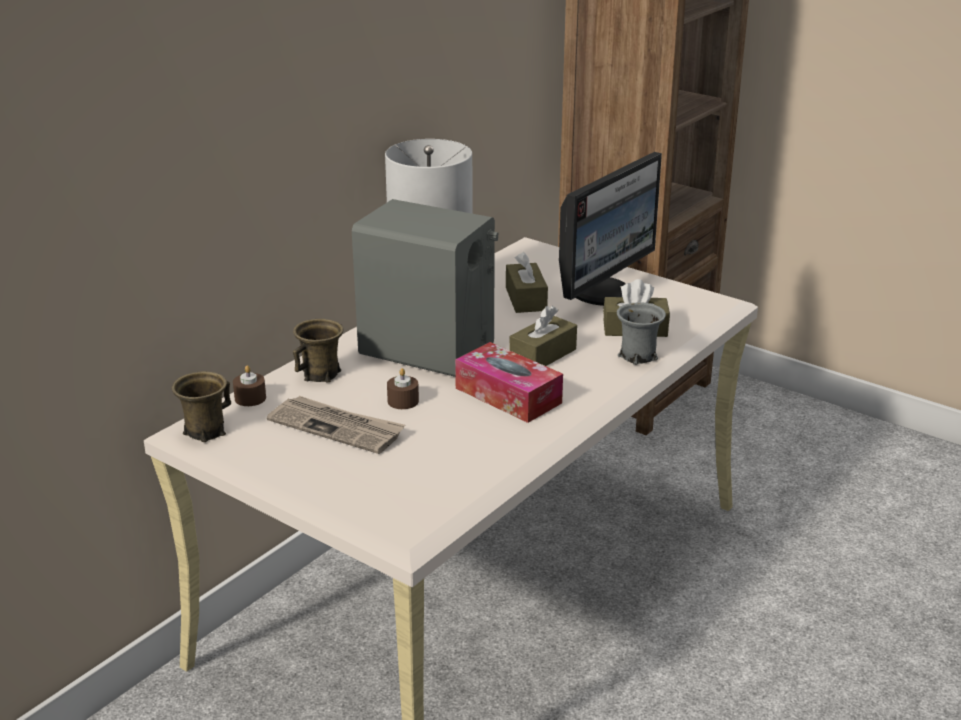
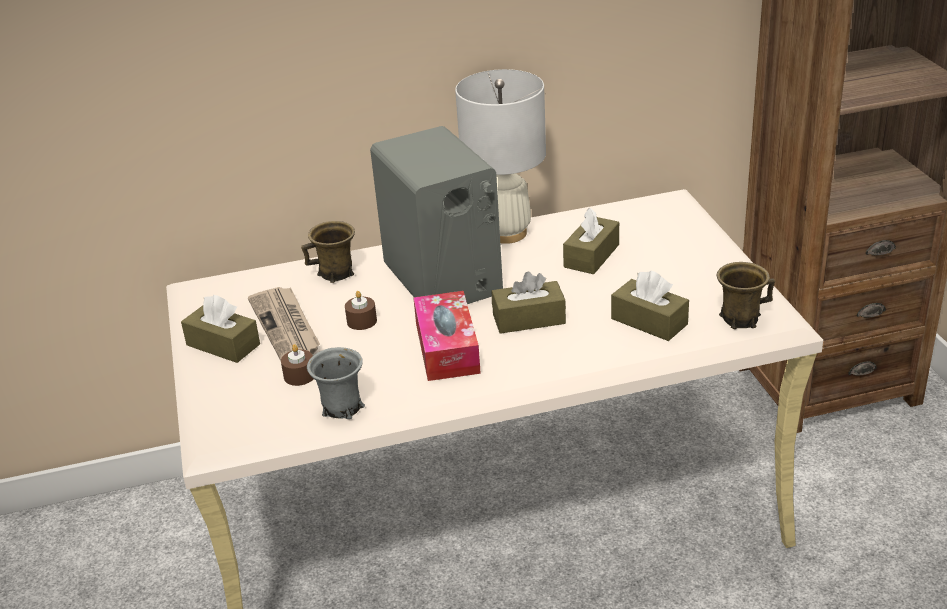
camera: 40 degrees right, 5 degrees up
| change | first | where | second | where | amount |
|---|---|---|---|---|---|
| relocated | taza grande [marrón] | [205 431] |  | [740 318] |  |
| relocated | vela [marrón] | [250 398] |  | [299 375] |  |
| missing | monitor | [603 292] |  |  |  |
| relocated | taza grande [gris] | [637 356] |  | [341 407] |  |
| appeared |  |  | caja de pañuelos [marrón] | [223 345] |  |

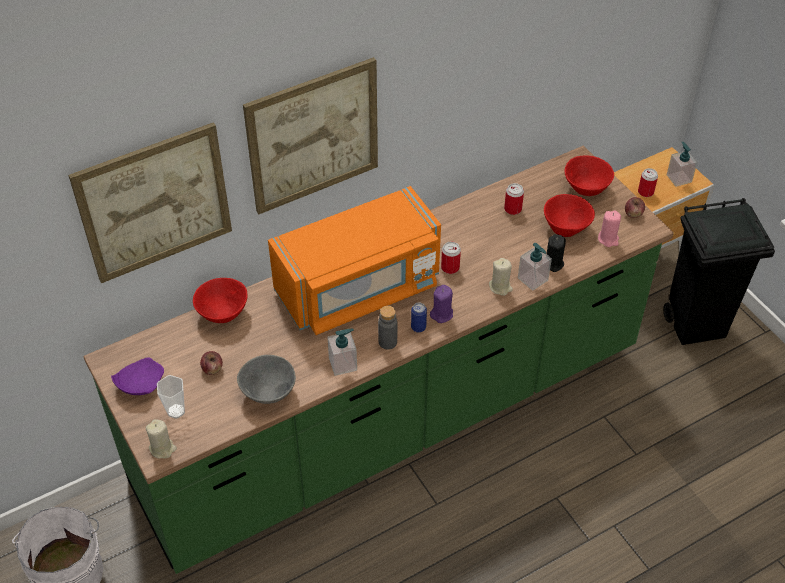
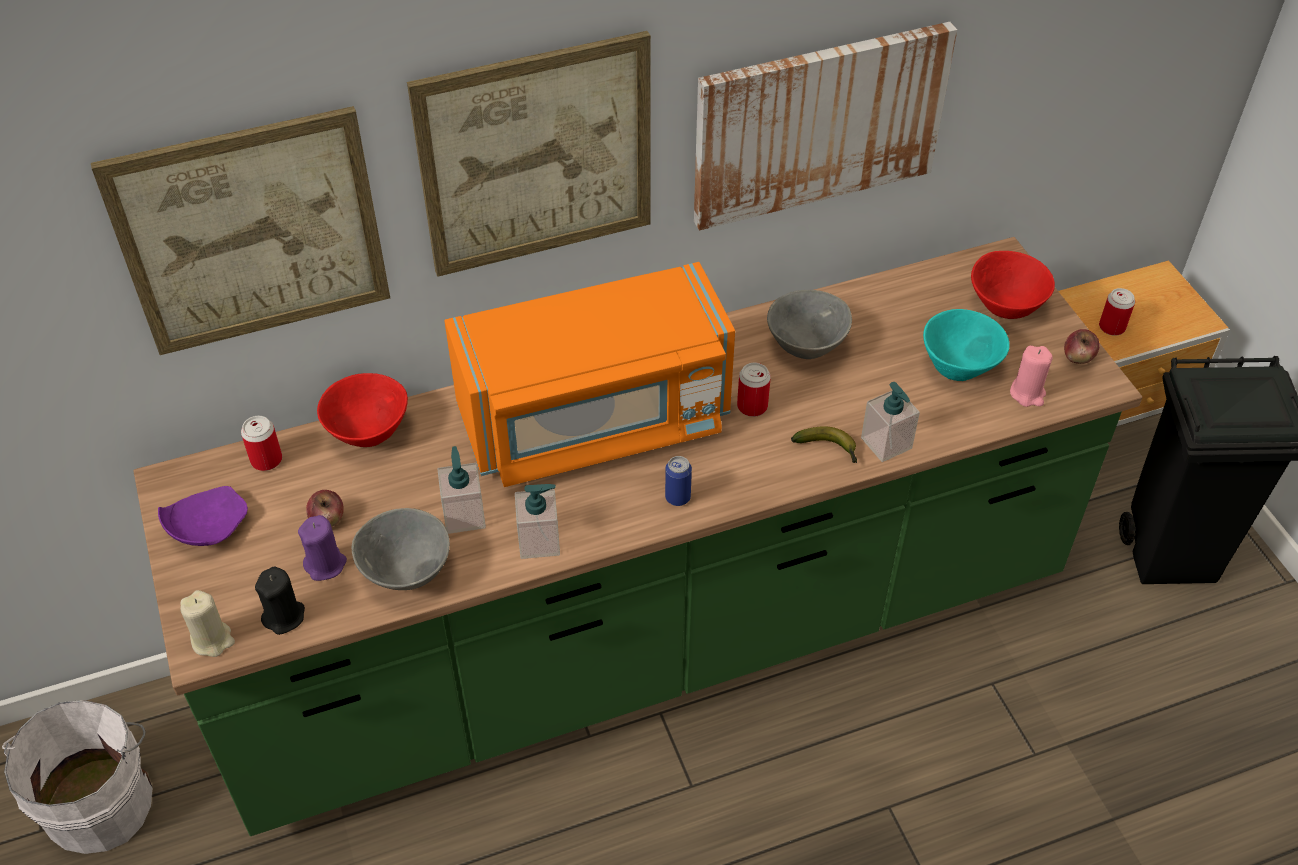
camera: 10 degrees right, 0 degrees up
| change | first | where | second | where | amount |
|---|---|---|---|---|---|
| missing | taza | [176 411] |  |  |  |
| missing | botella [gris] | [387 342] |  |  |  |
| relocated | vela [morado] | [441 314] |  | [325 564] |  |
| exchanged | vela [beis] | [500 287] | plátano | [829 449] |  |
| relocated | lata | [512 209] |  | [266 460] |  |
| colour | cuenco [rojo] | [567 228] | cuenco [turquesa] | [961 367] |  |
| relocated | vela [negro] | [552 263] |  | [284 616] |  |
| relocated | dispensador de jabón | [679 178] |  | [464 516] |  |
| appeared |  |  | cuadro | [818 123] |  |
| appeared |  |  | cuenco [gris] | [805 344] |  |

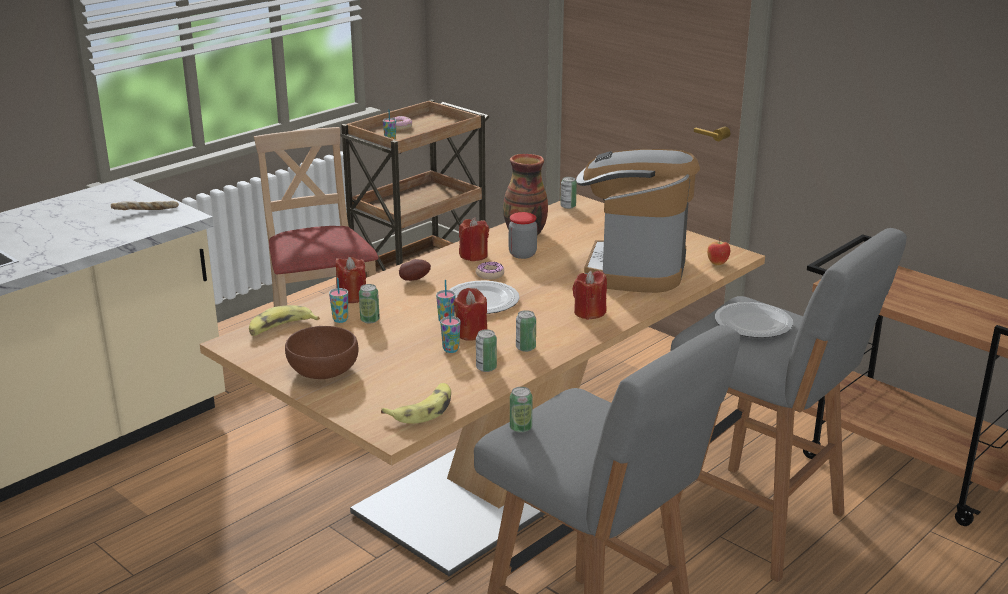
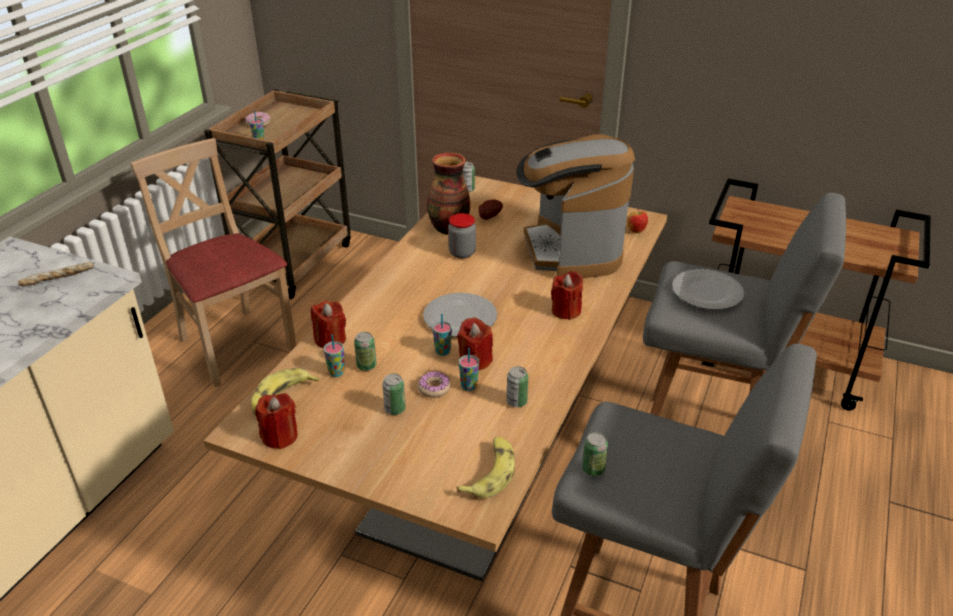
camera: 20 degrees left, 10 degrees up
| change | first | where | second | where | amount |
|---|---|---|---|---|---|
| missing | cuenco [marrón] | [322 371] |  |  |  |
| relocated | patata | [414 279] |  | [488 217] |  |
| relocated | vela [rojo] | [473 256] |  | [280 436] |  |
| relocated | rosquilla | [490 274] |  | [434 388] |  |
| relocated | lata | [525 348] |  | [395 409] |  |

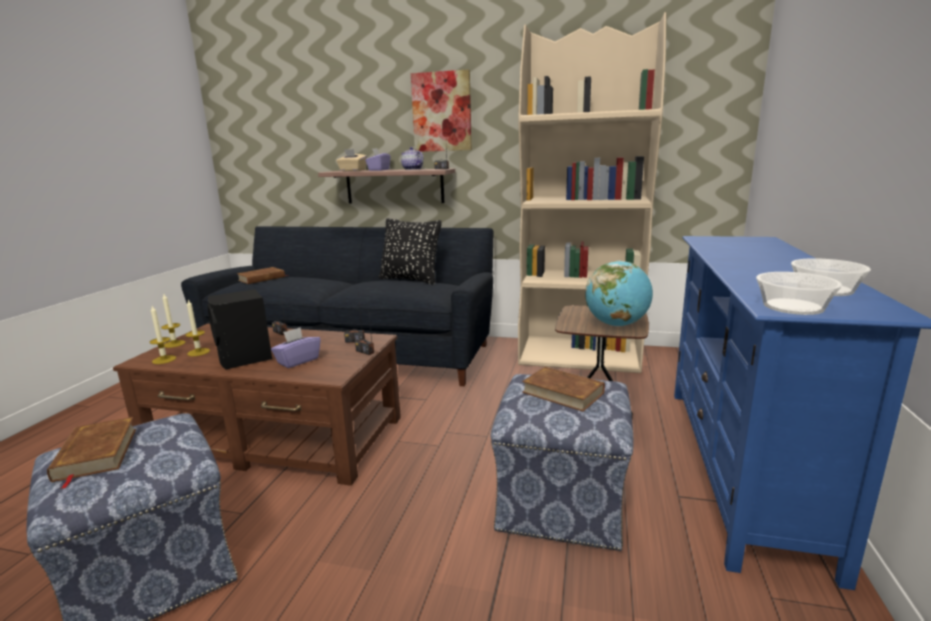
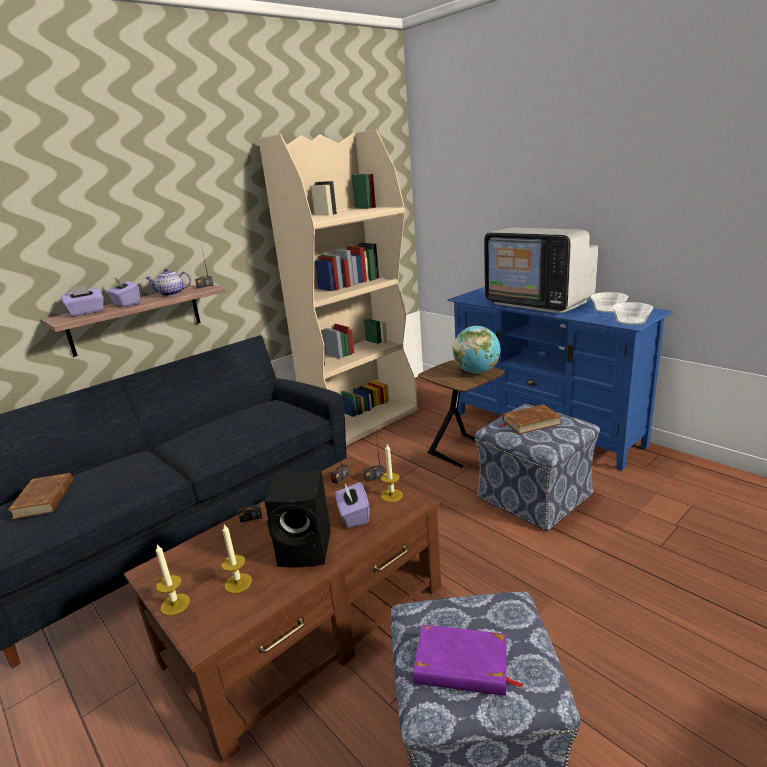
camera: 55 degrees left, 5 degrees up
| change | first | where | second | where | amount |
|---|---|---|---|---|---|
| colour | libro [marrón] | [96 454] | libro [morado] | [462 665] |  |
| relocated | vela | [164 359] |  | [391 495] |  |
| colour | caja de pañuelos [beis] | [352 170] | caja de pañuelos [morado] | [87 312] |  |
| missing | cojín [negro] | [410 279] |  |  |  |
| missing | cuadro | [442 112] |  |  |  |
| appeared |  |  | televisor | [538 302] |  |

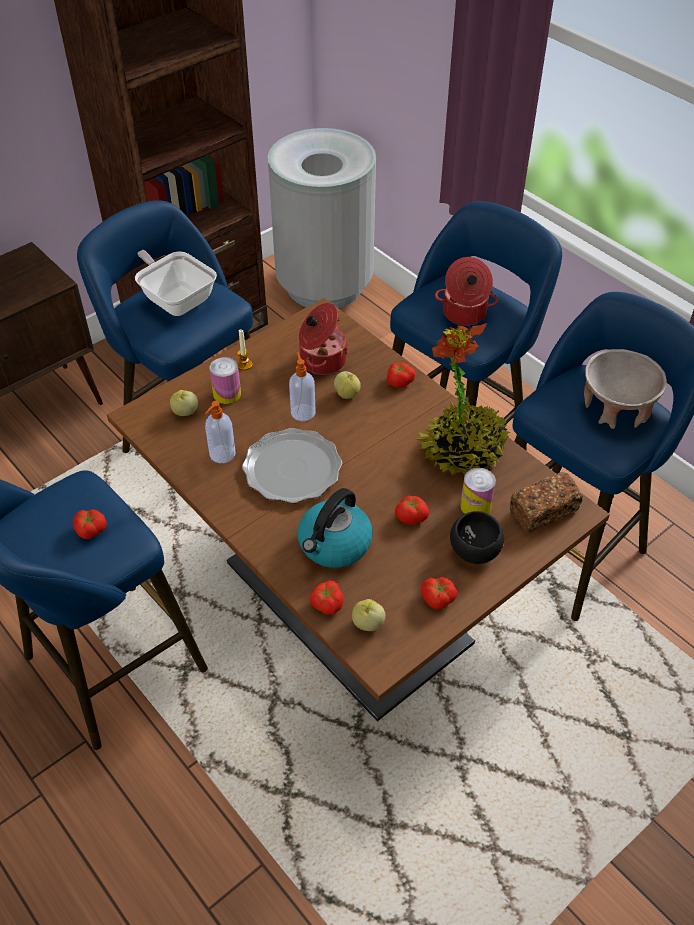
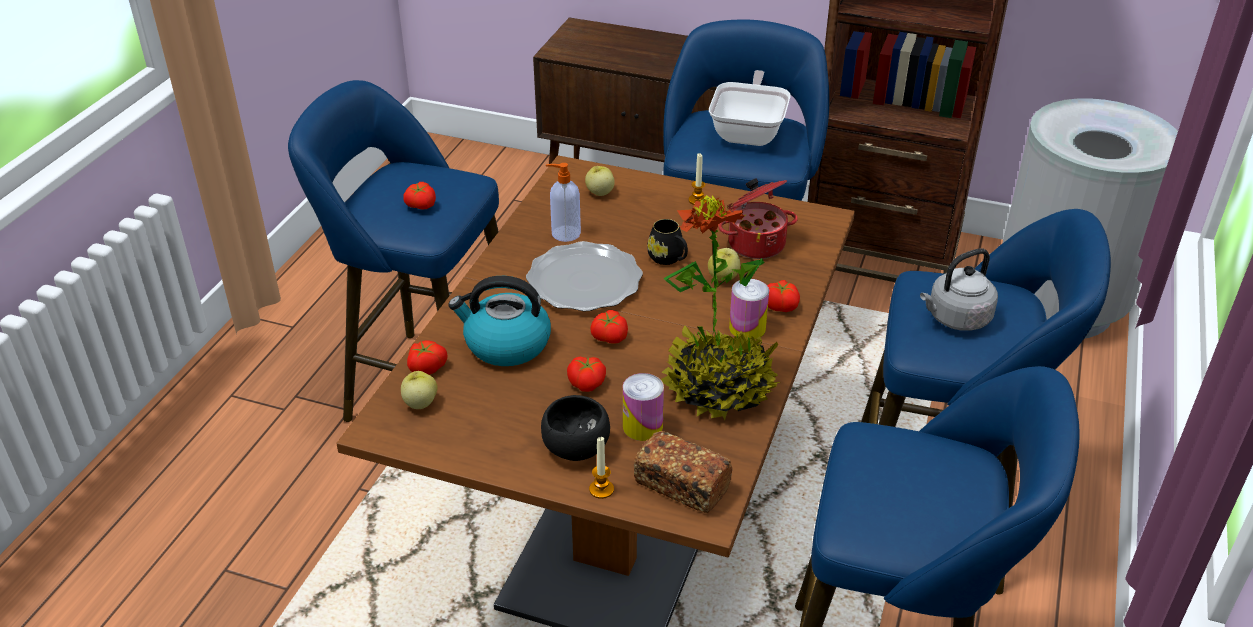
camera: 60 degrees right, 10 degrees down
| change | first | where | second | where | amount |
|---|---|---|---|---|---|
| relocated | lata | [227 394] |  | [747 328] |  |
| exchanged | dispensador de jabón | [303 412] | taza grande [negro] | [669 259] |  |
| relocated | tomate | [437 600] |  | [609 337] |  |
| exchanged | olla | [464 314] | hervidor [gris] | [955 318] |  |
| missing | cuenco [beis] | [616 409] |  |  |  |
| appeared |  |  | vela | [601 489] |  |

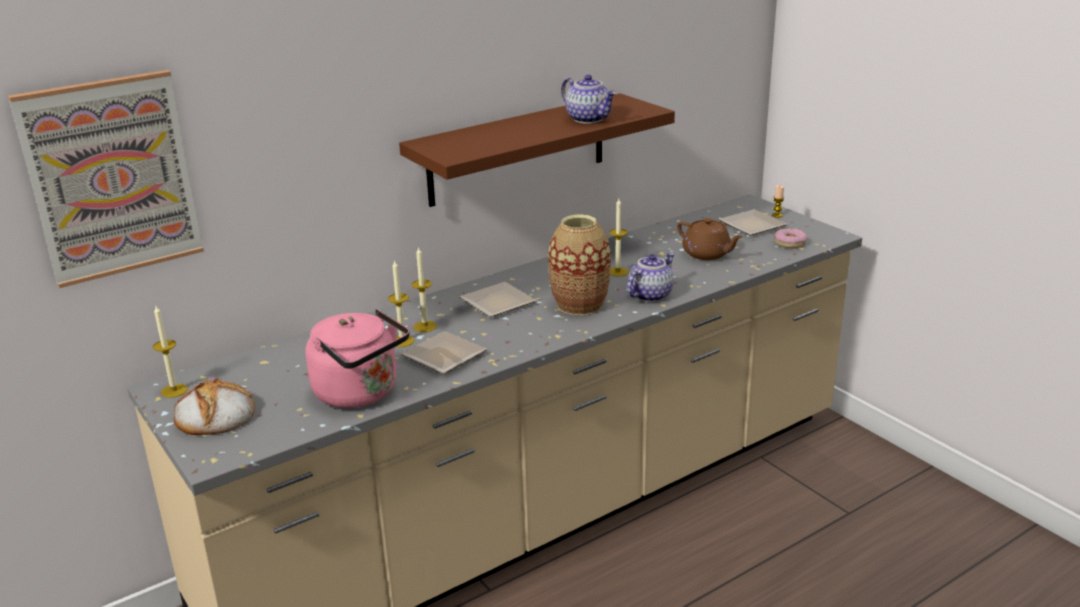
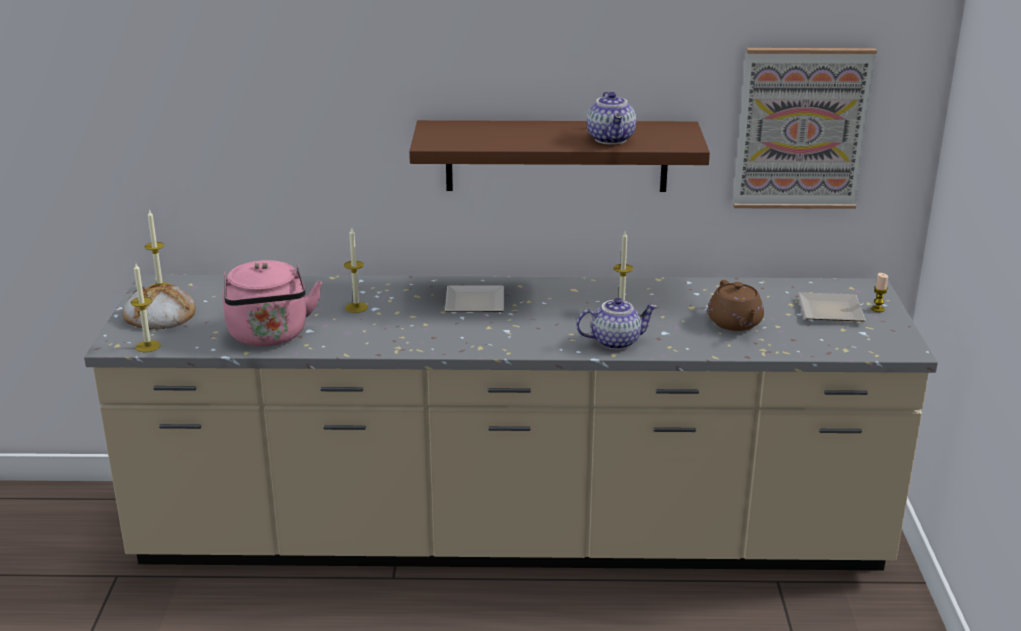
camera: 35 degrees right, 0 degrees up
| change | first | where | second | where | amount |
|---|---|---|---|---|---|
| relocated | cuadro | [111 177] |  | [801 129] |  |
| missing | plato | [441 356] |  |  |  |
| relocated | vela | [425 326] |  | [148 346] |  |
| missing | florero | [580 305] |  |  |  |
| missing | rosquilla | [790 243] |  |  |  |

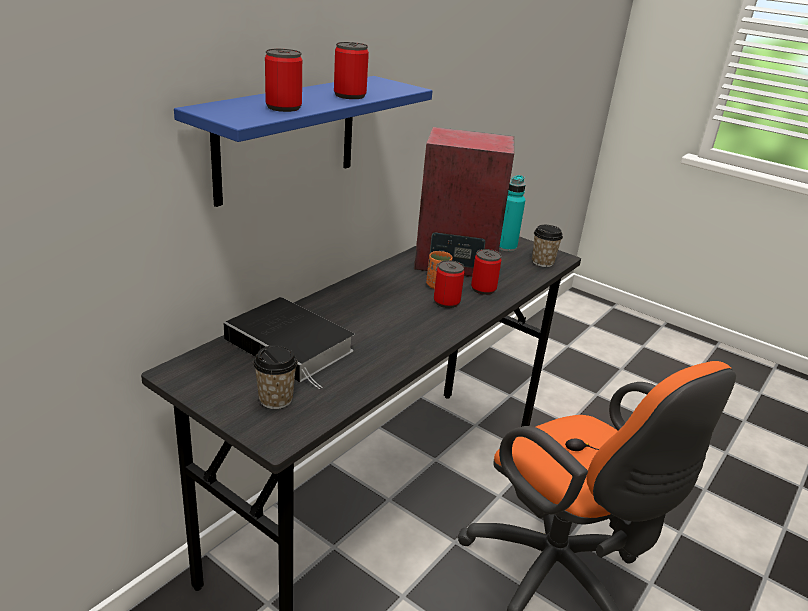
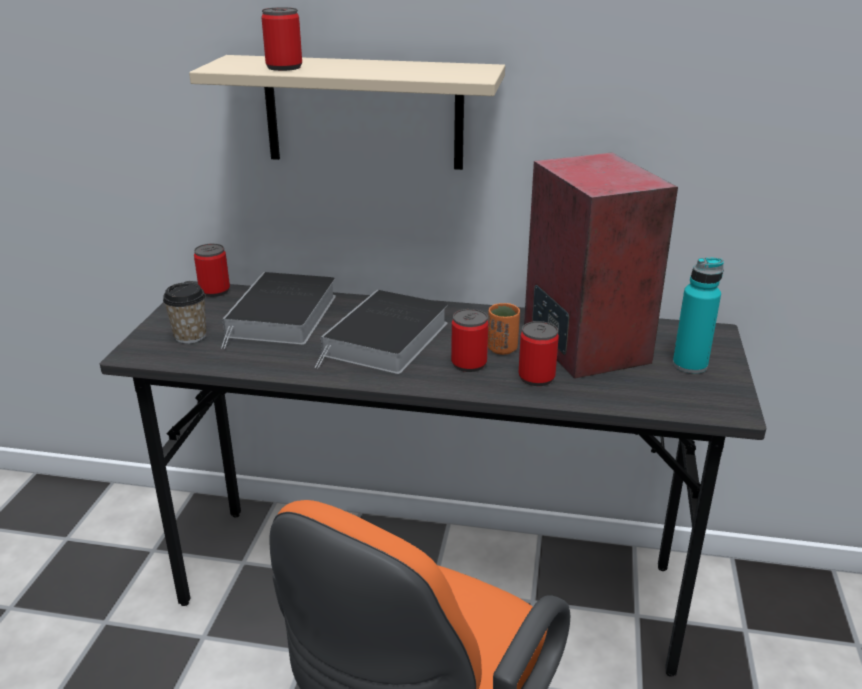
camera: 65 degrees right, 0 degrees up
| change | first | where | second | where | amount |
|---|---|---|---|---|---|
| colour | estante [azul] | [287 138] | estante [beis] | [363 112] |  |
| relocated | lata | [350 95] |  | [214 291] |  |
| missing | taza | [542 262] |  |  |  |
| appeared |  |  | libro | [386 340] |  |

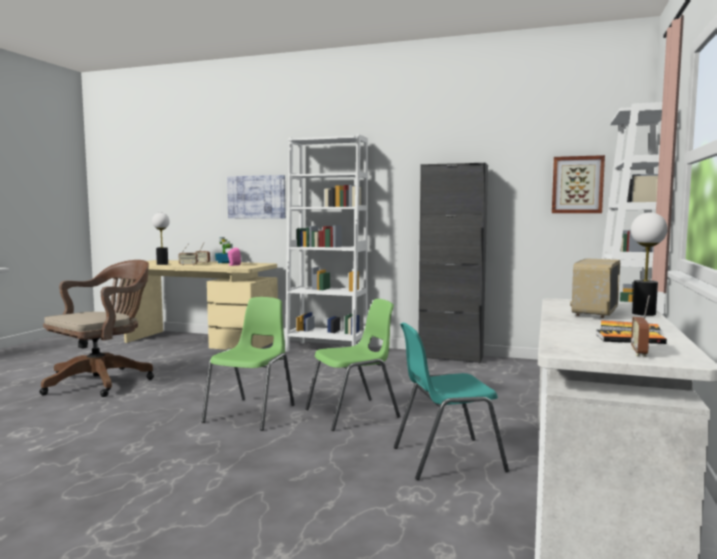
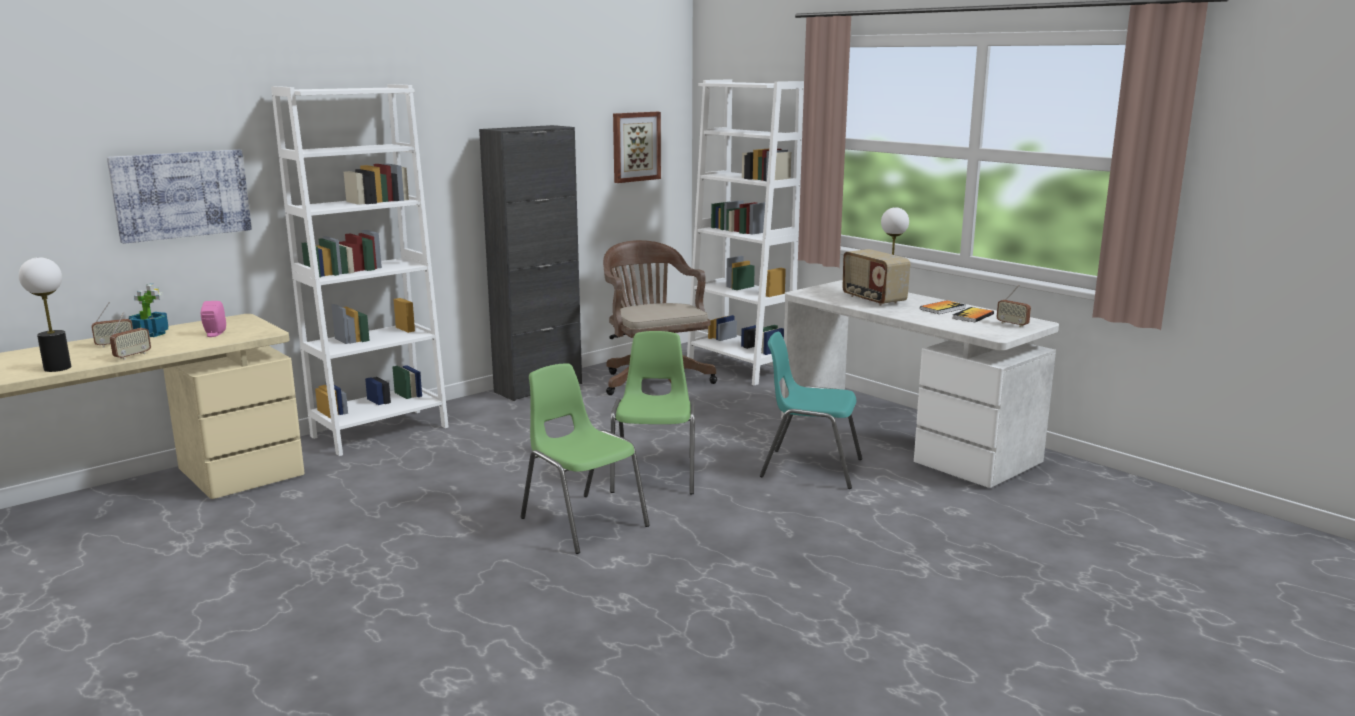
camera: 60 degrees left, 10 degrees up
| change | first | where | second | where | amount |
|---|---|---|---|---|---|
| relocated | silla de oficina [marrón] | [103 381] |  | [654 382] |  |
| spun | silla [turquesa] | [446 458] |  | [809 468] | 90 degrees clockwise |

